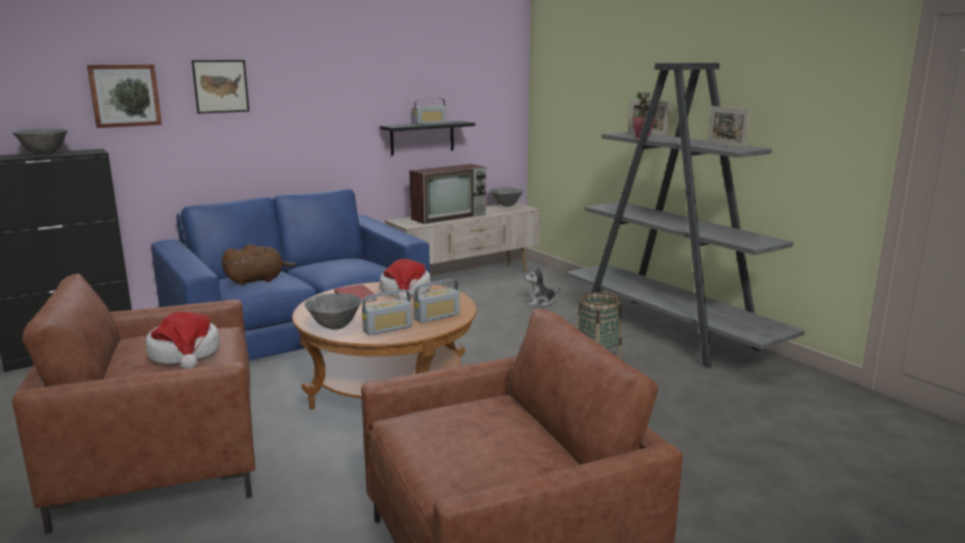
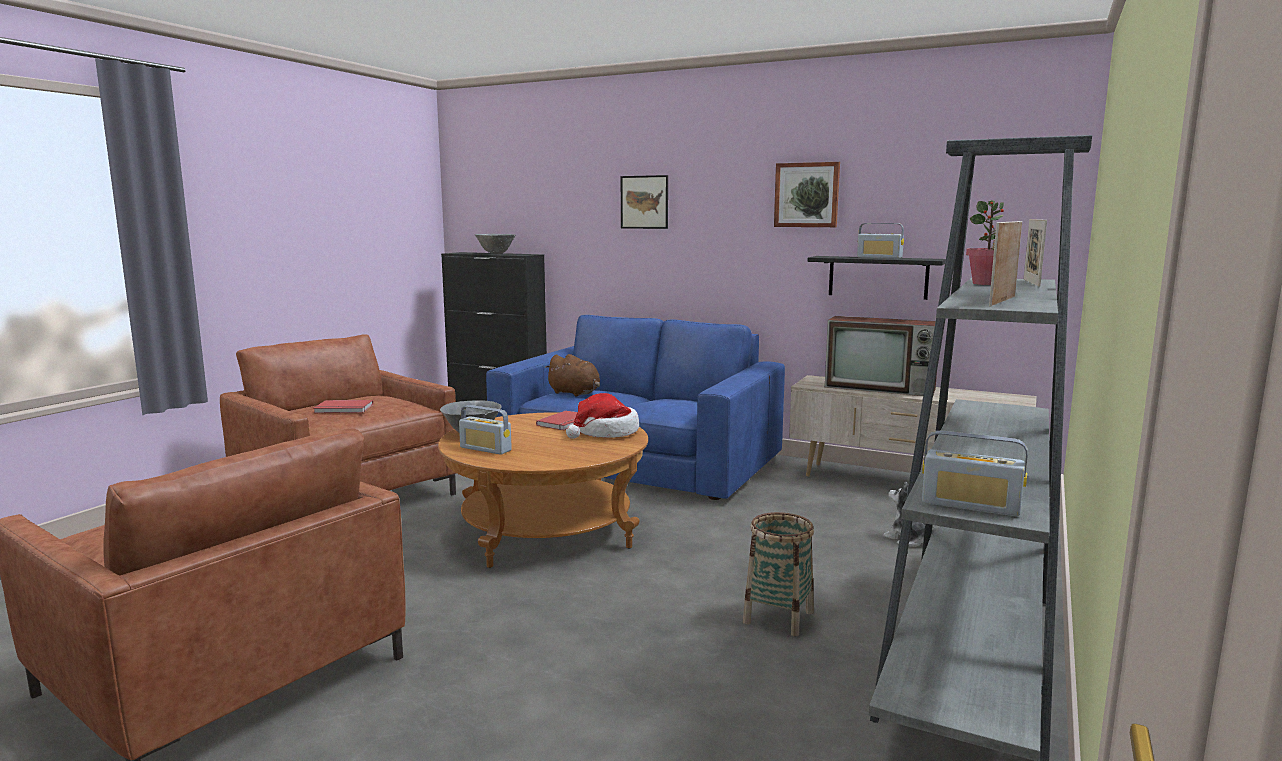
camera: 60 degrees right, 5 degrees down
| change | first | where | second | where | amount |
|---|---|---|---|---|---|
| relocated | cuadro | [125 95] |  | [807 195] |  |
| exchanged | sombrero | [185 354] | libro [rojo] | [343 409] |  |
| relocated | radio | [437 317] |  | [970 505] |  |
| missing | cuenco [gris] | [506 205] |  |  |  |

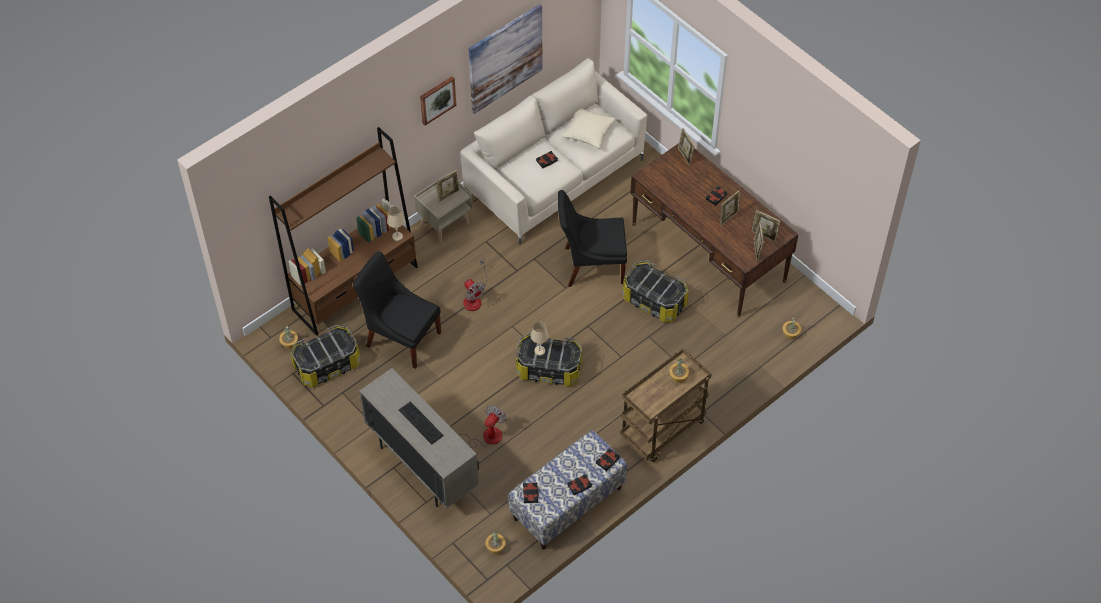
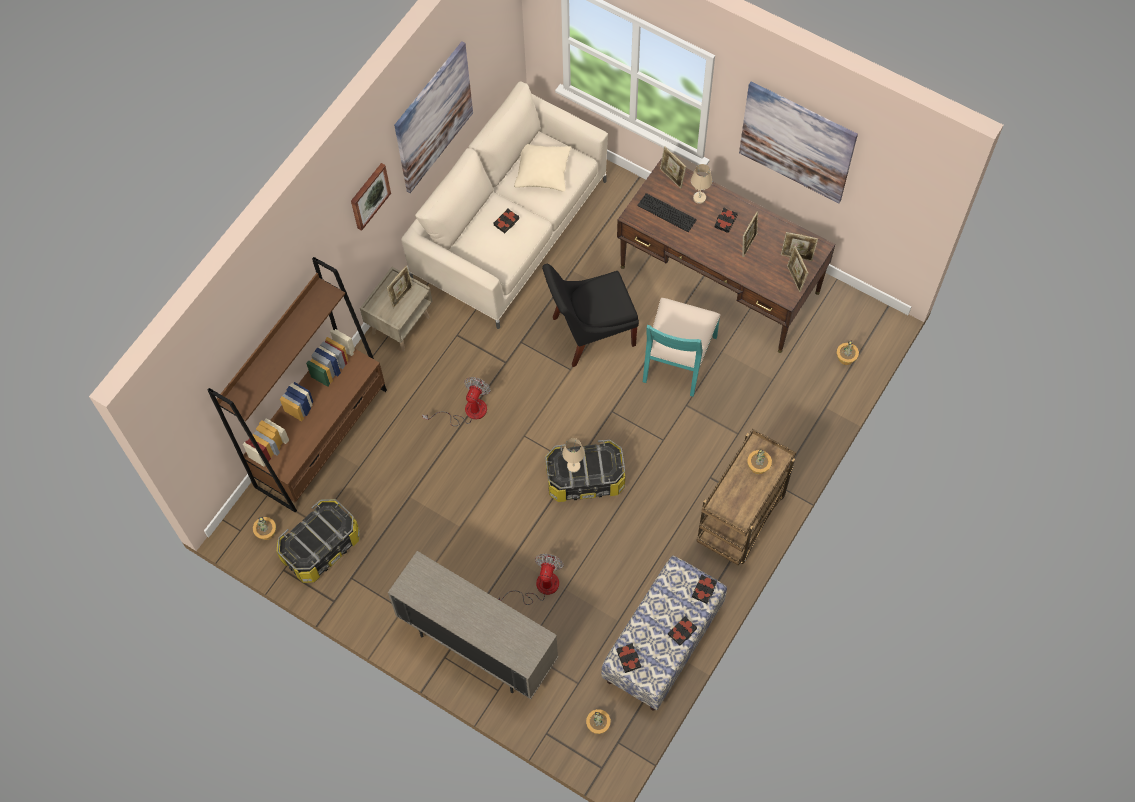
camera: 15 degrees left, 10 degrees up
| change | first | where | second | where | amount |
|---|---|---|---|---|---|
| missing | silla [negro] | [401 337] |  |  |  |
| relocated | lámpara de mesa [beis] | [397 236] |  | [699 198] |  |
| relocated | teclado | [421 423] |  | [667 212] |  |
| spun | ventilador | [474 298] |  | [467 411] | 105 degrees counterclockwise |
| exchanged | caja de almacenaje | [654 301] | silla [turquesa] | [677 359] |  |
| appeared |  |  | cuadro | [797 142] |  |

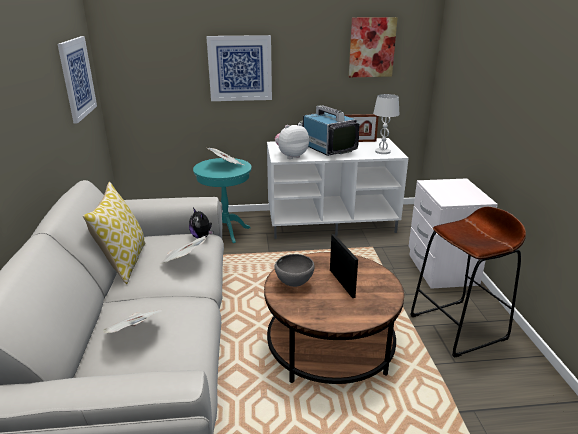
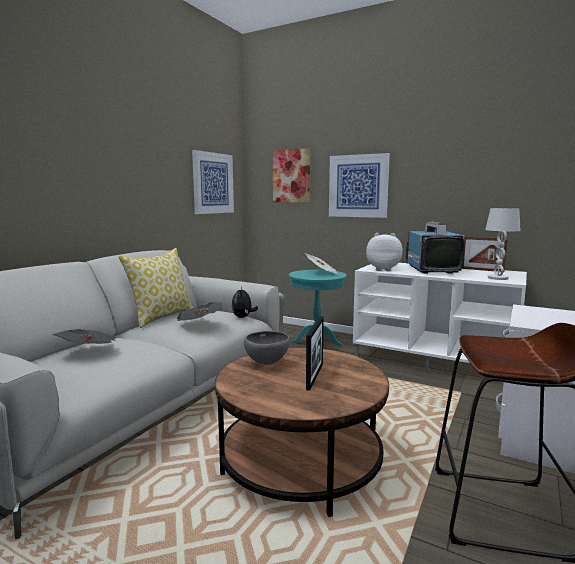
camera: 35 degrees right, 15 degrees down
| change | first | where | second | where | amount |
|---|---|---|---|---|---|
| relocated | cuadro | [372 47] |  | [291 176] |  |

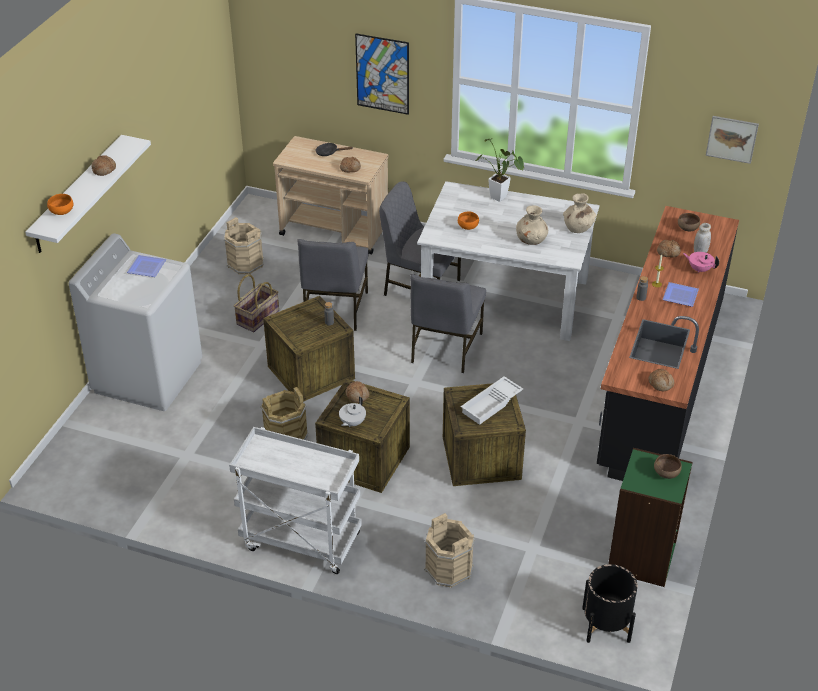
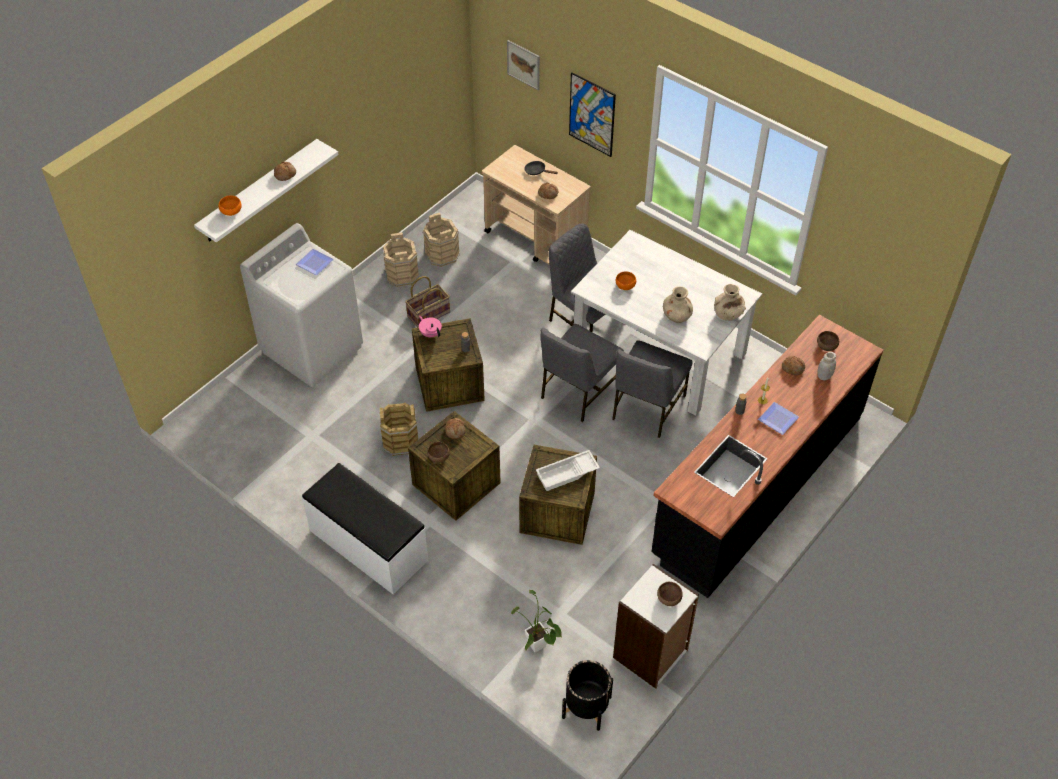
camera: 20 degrees right, 10 degrees up
| change | first | where | second | where | amount |
|---|---|---|---|---|---|
| exchanged | carrito [blanco] | [299 541] | banco [blanco] | [368 546] |  |
| relocated | silla [gris] | [334 310] |  | [647 408] |  |
| exchanged | tetera [blanco] | [352 423] | cuenco [marrón] | [438 457] |  |
| relocated | cubo [beis] | [448 569] |  | [402 275] |  |
| relocated | planta en maceta | [501 199] |  | [538 648] |  |
| colour | estantería [verde] | [642 557] | estantería [blanco] | [651 654] |  |
| missing | pan | [661 383] |  |  |  |
| relocated | tetera [rosa] | [699 269] |  | [430 333] |  |
| relocated | cuadro | [731 139] |  | [523 64] |  |

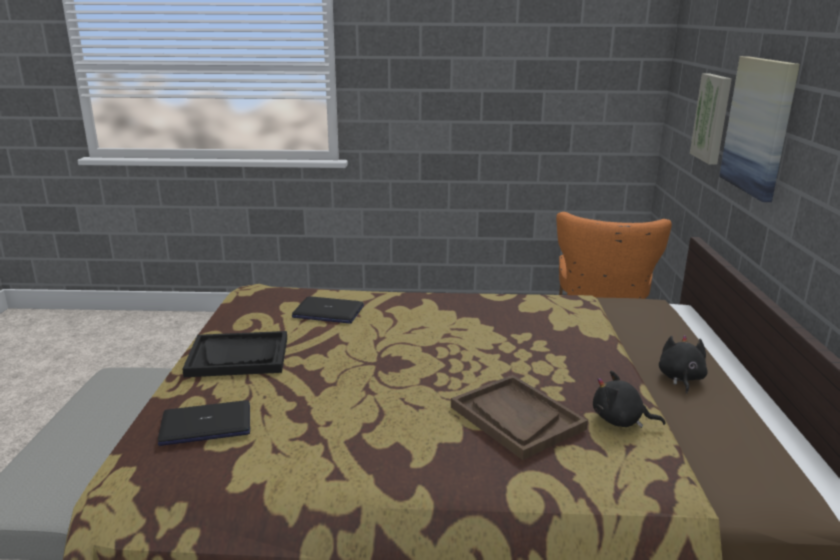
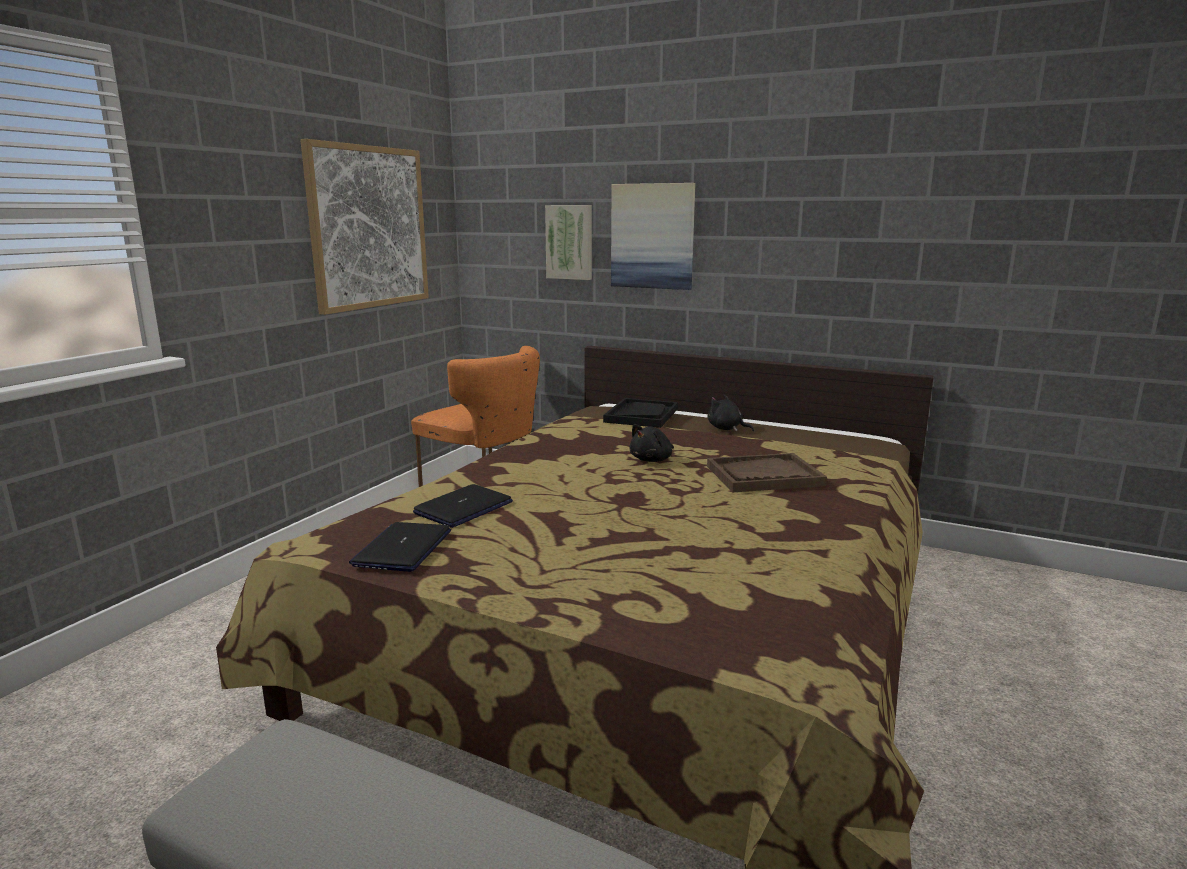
camera: 65 degrees left, 5 degrees down
| change | first | where | second | where | amount |
|---|---|---|---|---|---|
| relocated | portátil | [206 424] |  | [403 548] |  |
| relocated | bandeja [negro] | [238 356] |  | [641 415] |  |
| relocated | peluche [negro] | [620 420] |  | [652 460] |  |
| appeared |  |  | cuadro | [369 227] |  |

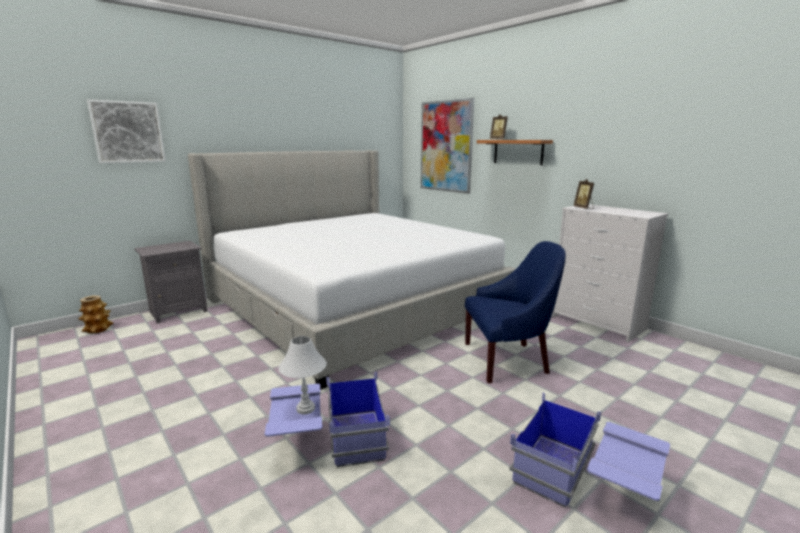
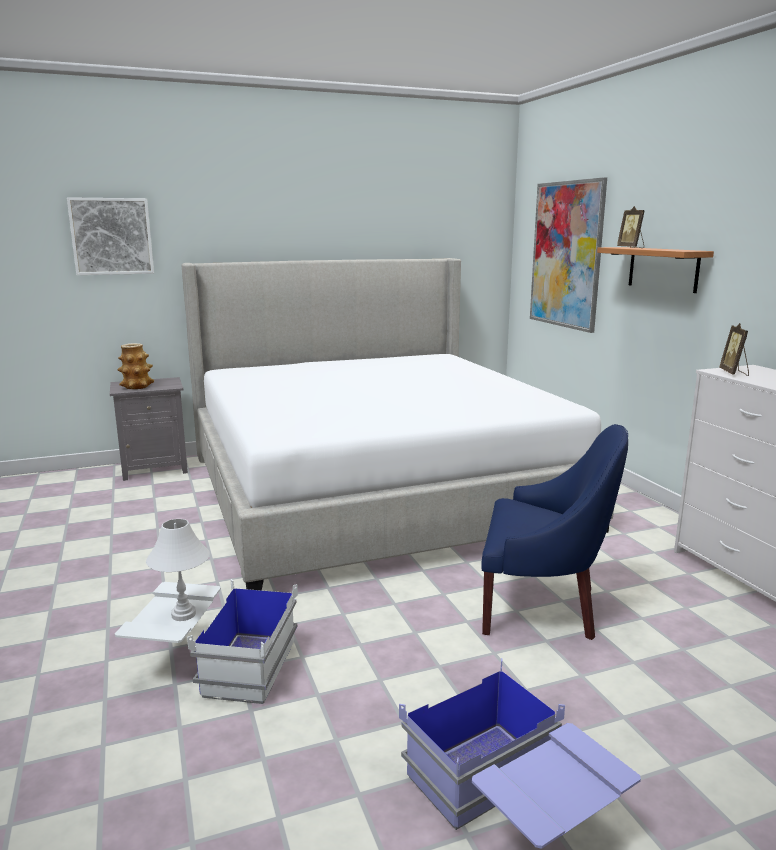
camera: 20 degrees right, 0 degrees up
| change | first | where | second | where | amount |
|---|---|---|---|---|---|
| relocated | florero | [98 329] |  | [137 386] |  |
| colour | caja de almacenaje [azul] | [328 442] | caja de almacenaje [blanco] | [214 665] |  |

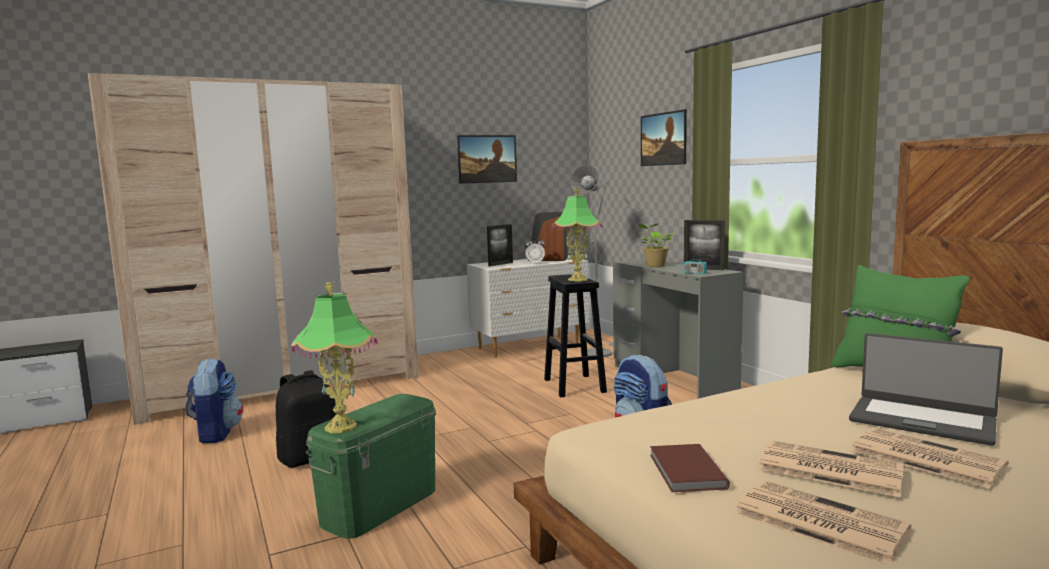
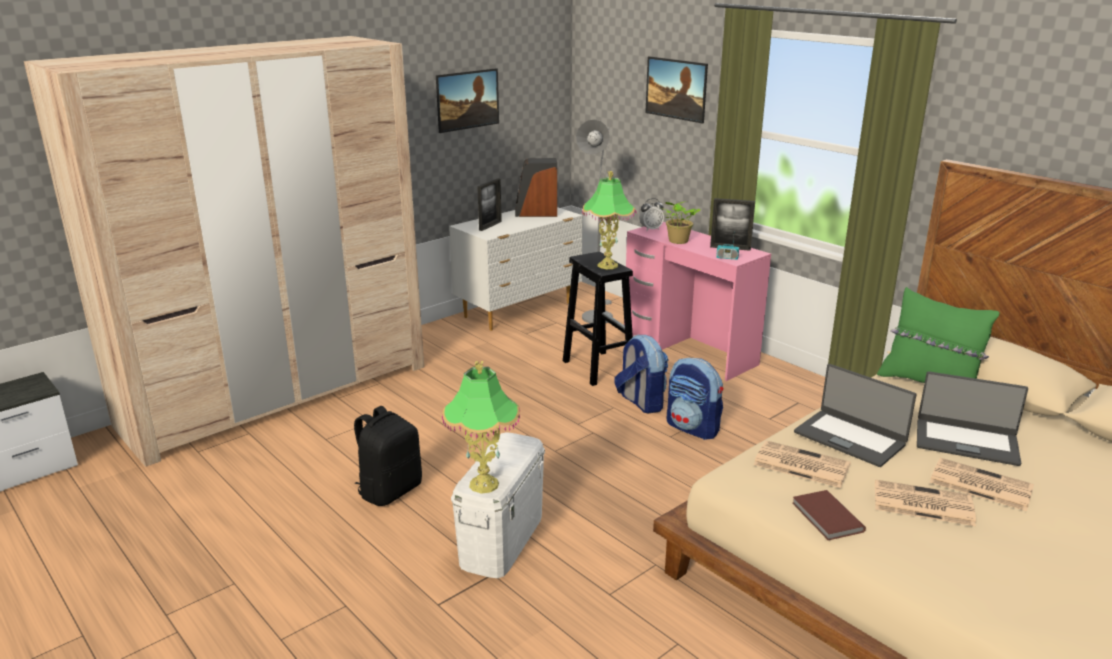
camera: 15 degrees left, 15 degrees up
| change | first | where | second | where | amount |
|---|---|---|---|---|---|
| relocated | mochila | [216 433] |  | [640 402] |  |
| colour | caja de almacenaje [verde] | [380 506] | caja de almacenaje [blanco] | [501 539] |  |
| relocated | despertador | [535 263] |  | [651 229] |  |
| colour | escritorio [gris] | [673 378] | escritorio [rosa] | [689 350] |  |
| relocated | periódico | [816 521] |  | [800 465] |  |
| appeared |  |  | portátil | [850 438] |  |

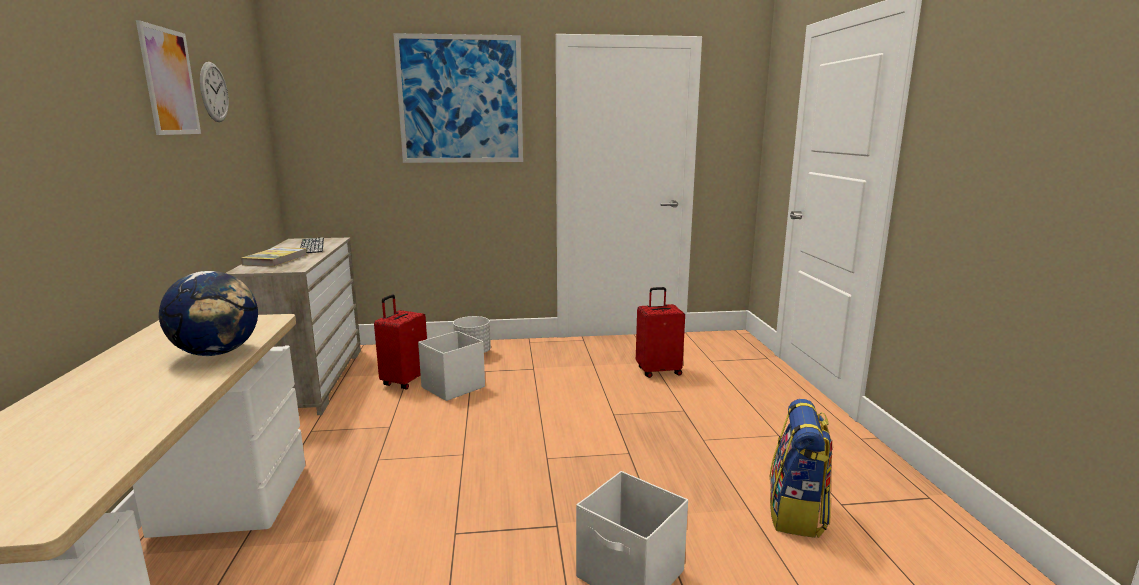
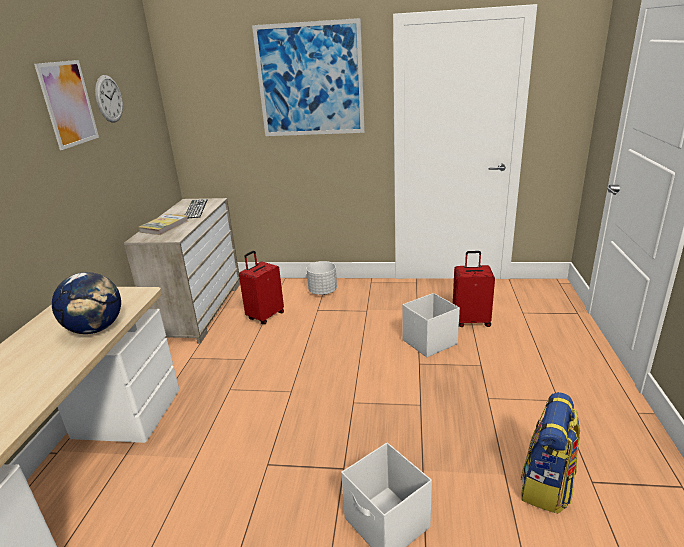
camera: 15 degrees right, 10 degrees up
| change | first | where | second | where | amount |
|---|---|---|---|---|---|
| relocated | caja de almacenaje [blanco] | [452 387] |  | [429 342] |  |

